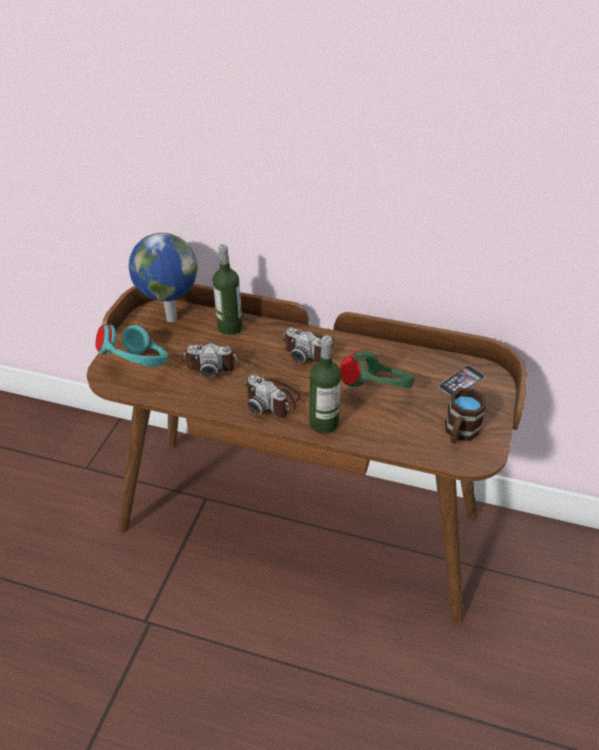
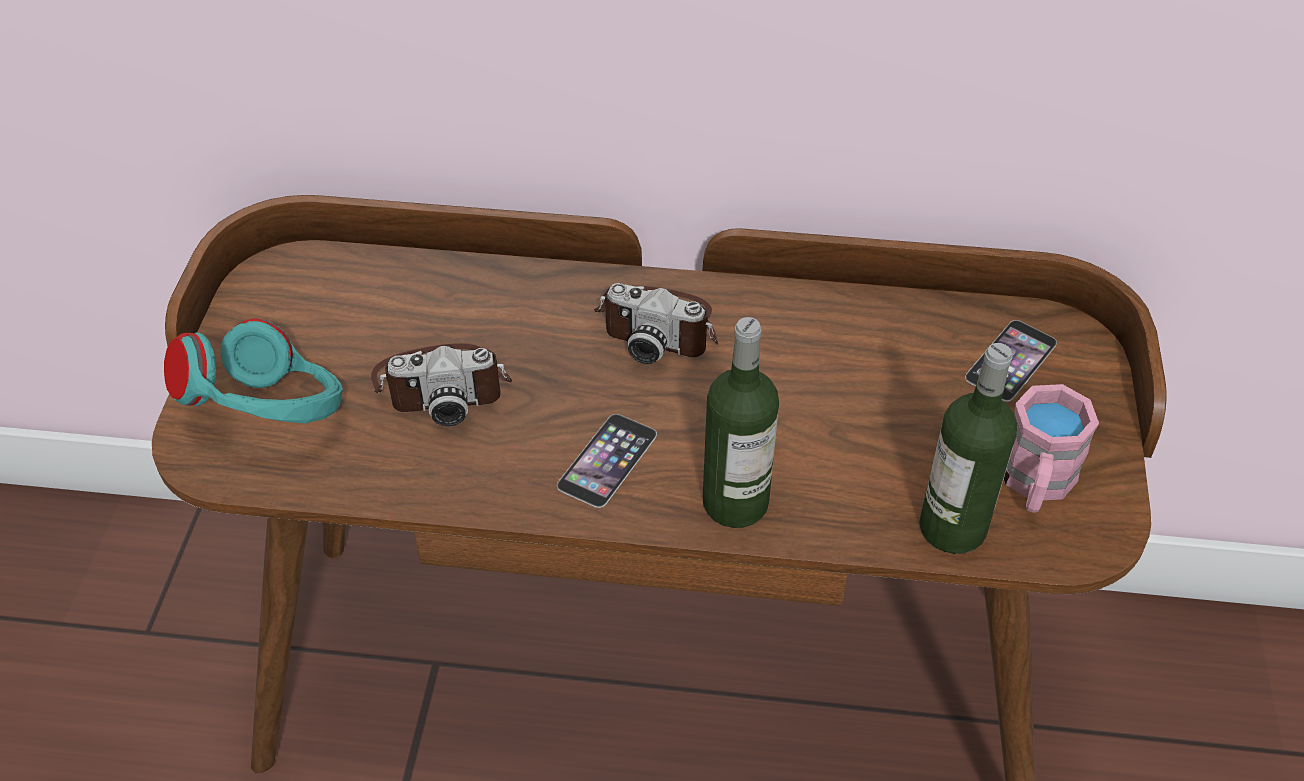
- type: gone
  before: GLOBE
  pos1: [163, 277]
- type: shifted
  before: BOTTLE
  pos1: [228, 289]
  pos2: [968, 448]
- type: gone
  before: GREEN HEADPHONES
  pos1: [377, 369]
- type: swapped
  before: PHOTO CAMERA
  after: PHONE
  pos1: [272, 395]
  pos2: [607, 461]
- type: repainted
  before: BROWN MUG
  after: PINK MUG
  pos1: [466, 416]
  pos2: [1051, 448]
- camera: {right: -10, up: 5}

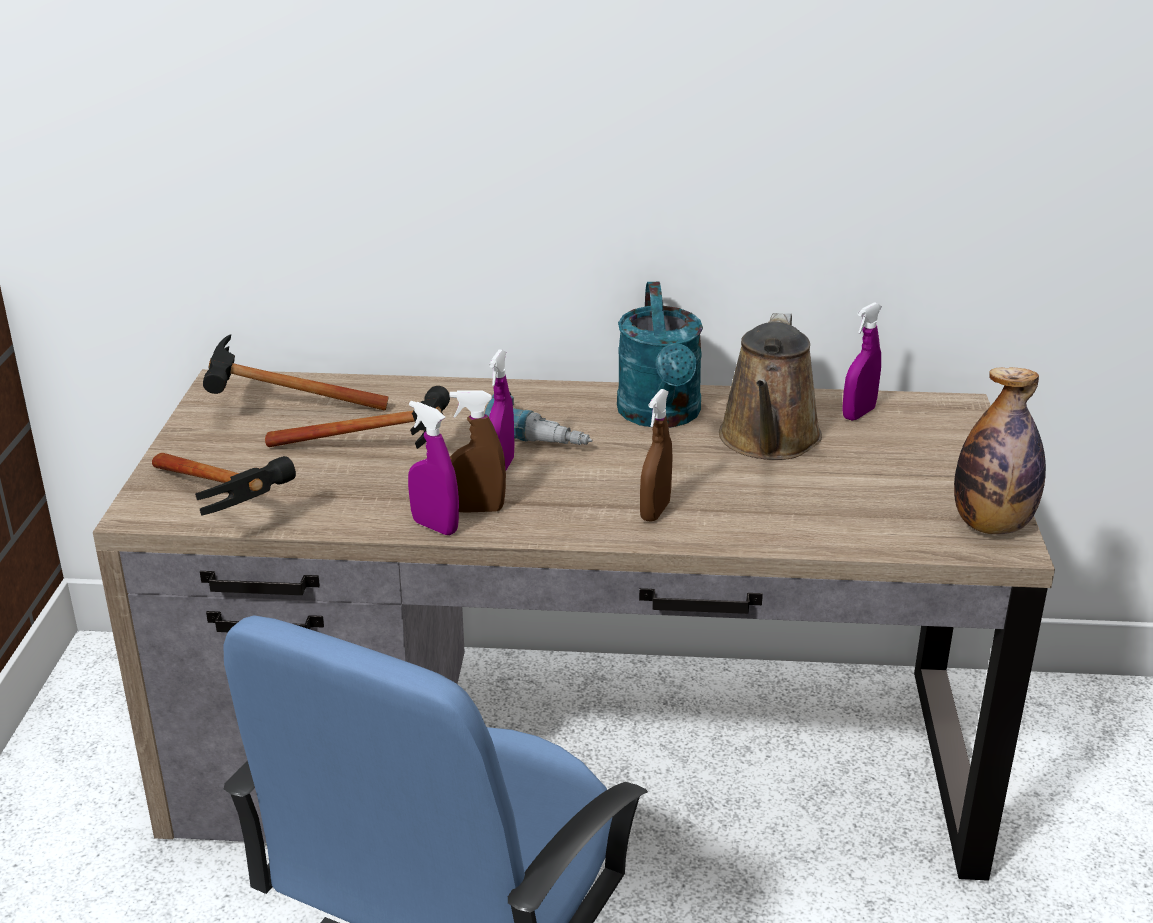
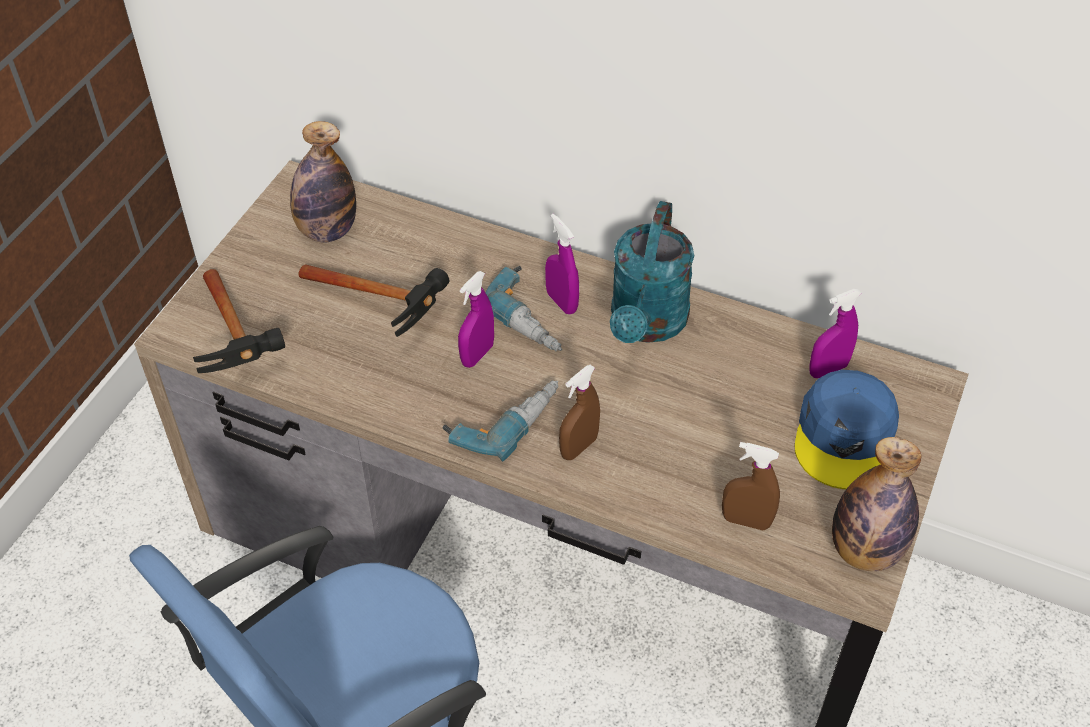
- type: gone
  before: BROWN WATERING CAN
  pos1: [770, 386]
- type: swapped
  before: HAMMER
  after: BOTTLE
  pos1: [296, 372]
  pos2: [323, 182]
- type: shifted
  before: BROWN SPRAY BOTTLE
  pos1: [478, 451]
  pos2: [751, 486]
- type: shifted
  before: PURPLE SPRAY BOTTLE
  pos1: [433, 468]
  pos2: [562, 264]
- type: new
  after: BLUE CAP
  pos2: [847, 429]
- type: new
  after: POWER DRILL
  pos2: [501, 421]
- camera: {right: 20, up: 20}

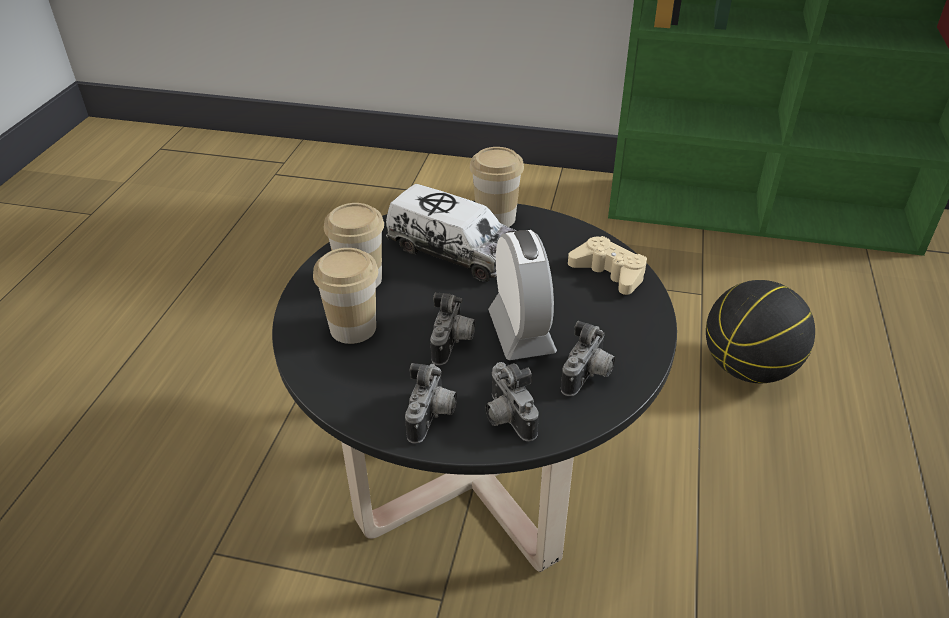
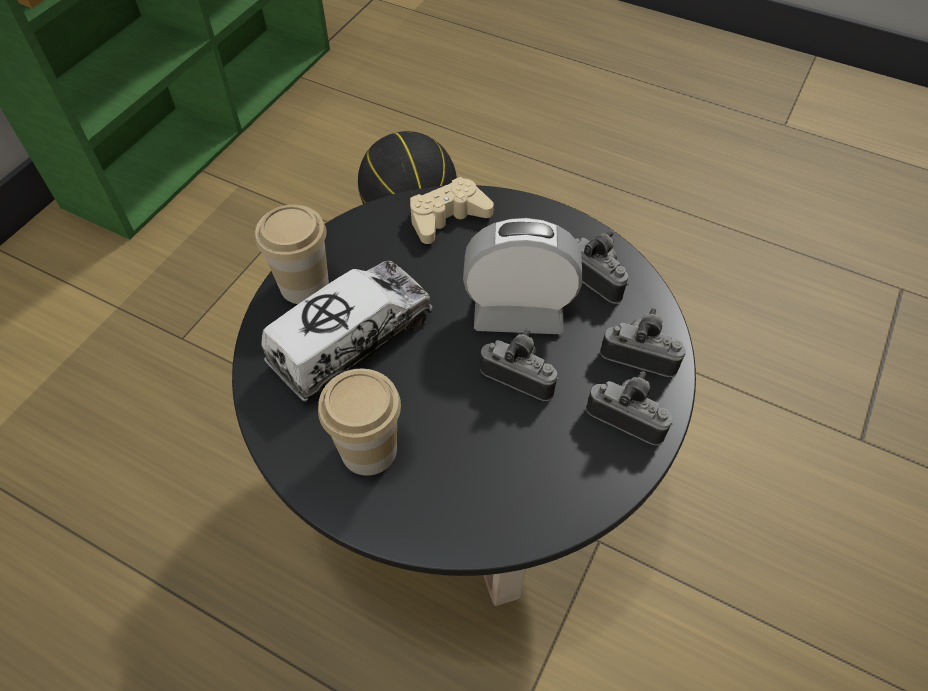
- type: gone
  before: CUP
  pos1: [345, 296]
- type: rotated
  before: PHOTO CAMERA
  pos1: [512, 401]
  pos2: [643, 342]
  turn: -150
- camera: {right: -75, up: 15}

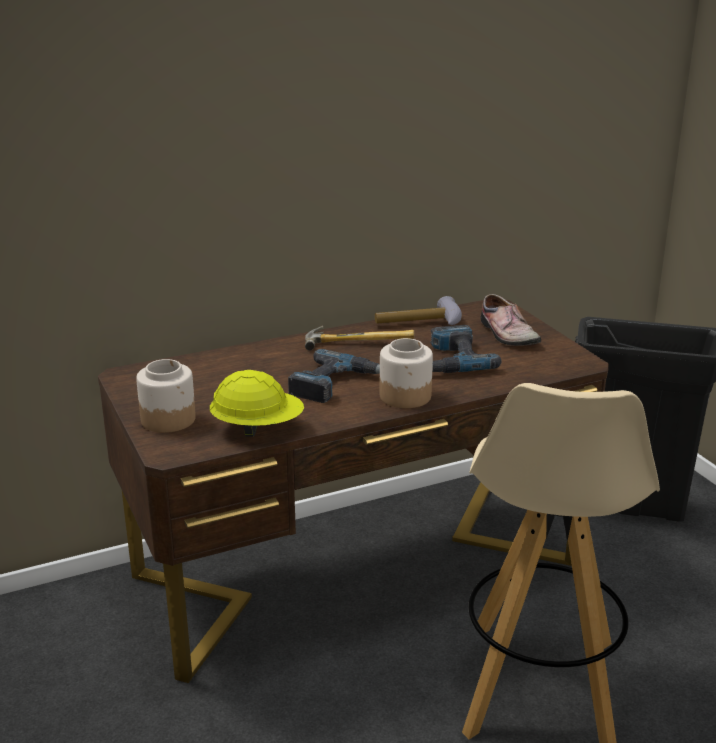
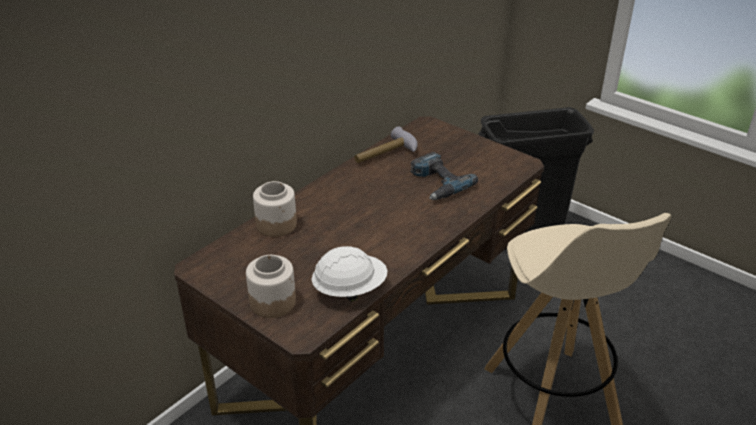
- type: gone
  before: SHOE
  pos1: [510, 320]
- type: gone
  before: HAMMER
  pos1: [360, 338]
- type: shifted
  before: JAR
  pos1: [406, 373]
  pos2: [275, 209]
- type: gone
  before: POWER DRILL
  pos1: [334, 376]
- type: repainted
  before: YELLOW HARD HAT
  after: WHITE HARD HAT
  pos1: [257, 403]
  pos2: [349, 274]
- camera: {right: -25, up: 10}

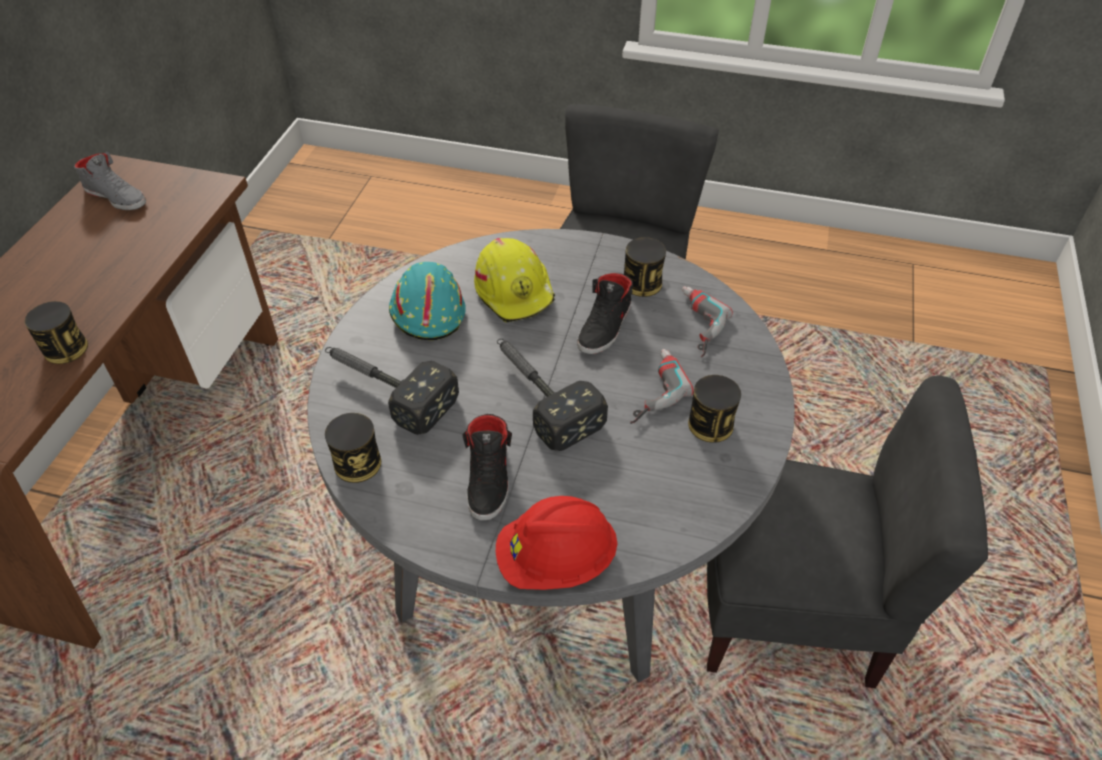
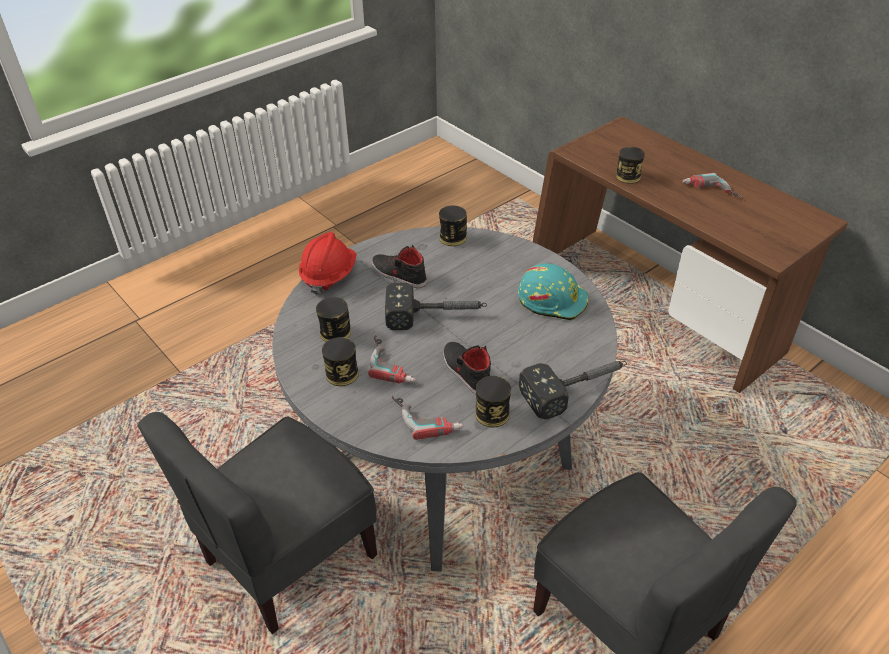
- type: gone
  before: GREY SHOE
  pos1: [110, 181]
- type: gone
  before: YELLOW HARD HAT
  pos1: [514, 280]
- type: shifted
  before: HAMMER
  pos1: [392, 391]
  pos2: [573, 390]
- type: new
  after: POWER DRILL
  pos2: [712, 185]
- type: new
  after: CAN
  pos2: [333, 319]
- camera: {right: 125, up: -5}

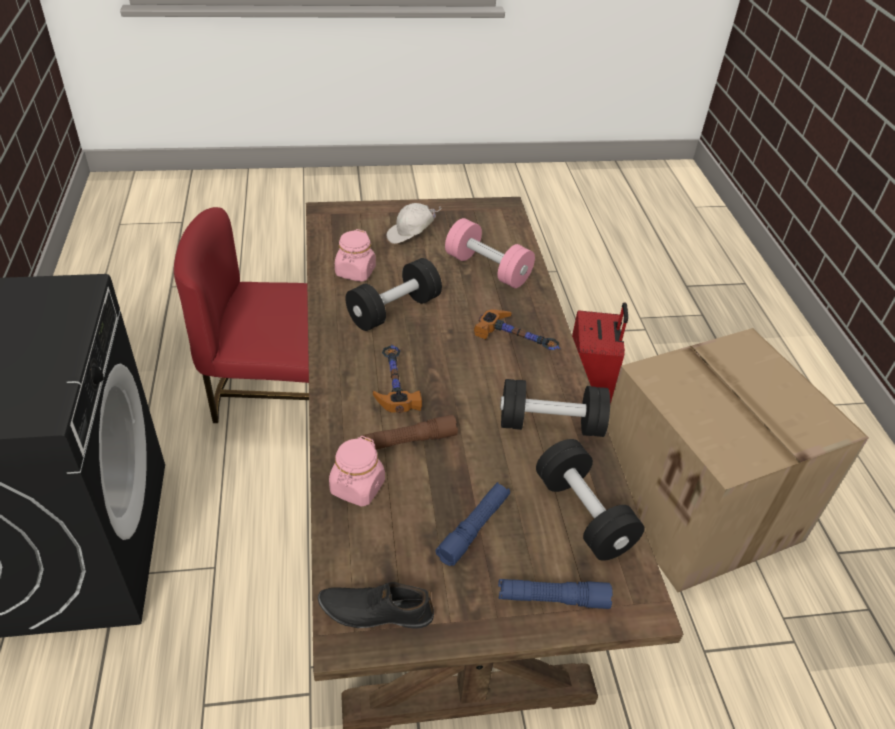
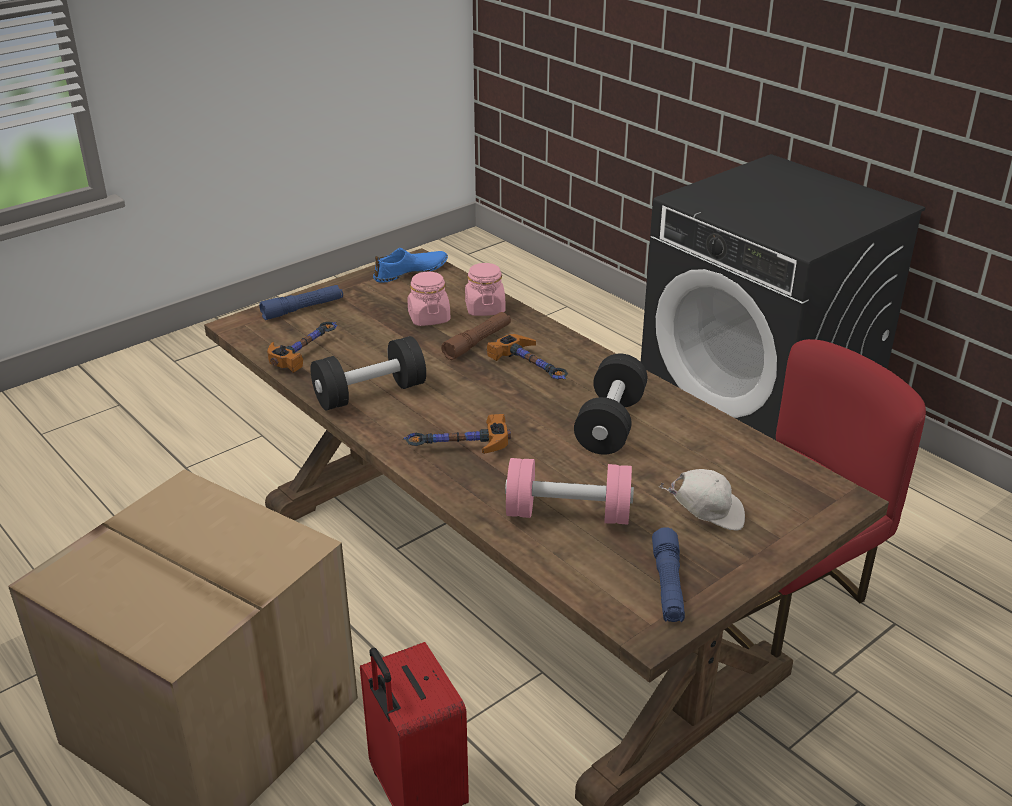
- type: rotated
  before: WHITE CAP
  pos1: [414, 223]
  pos2: [702, 500]
  turn: 60
- type: shifted
  before: PINK JAR
  pos1: [355, 255]
  pos2: [428, 299]
- type: swapped
  before: BLACK DUMBBELL
  after: HAMMER
  pos1: [590, 500]
  pos2: [302, 347]
- type: shifted
  before: BLUE FLASHLIGHT
  pos1: [473, 524]
  pos2: [668, 574]
- type: repainted
  before: BLACK SHOE
  after: BLUE SHOE
  pos1: [376, 605]
  pos2: [410, 265]
- camera: {right: 150, up: -10}

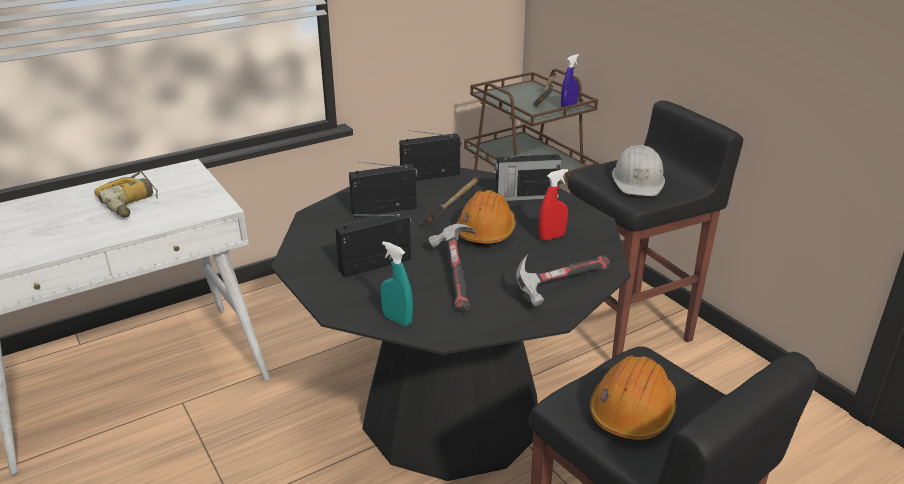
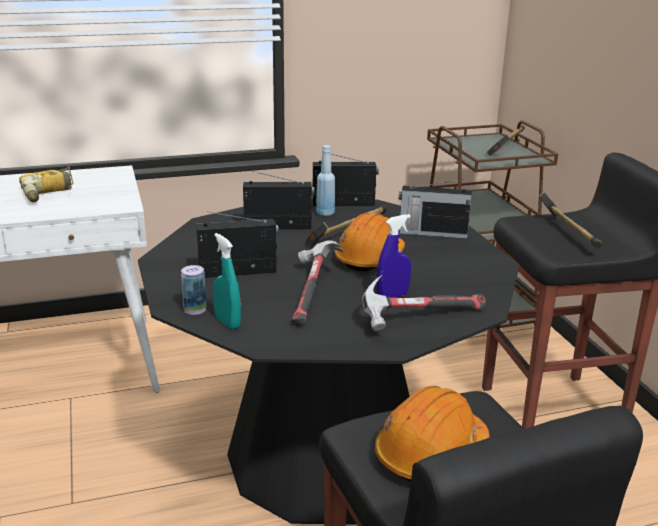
- type: shifted
  before: BLUE SPRAY BOTTLE
  pos1: [570, 81]
  pos2: [394, 256]
- type: swapped
  before: WHITE HARD HAT
  after: HAMMER
  pos1: [638, 170]
  pos2: [570, 220]
- type: gone
  before: RED SPRAY BOTTLE
  pos1: [553, 205]
- type: new
  after: BLUE BOTTLE
  pos2: [325, 180]
- type: new
  after: CAN
  pos2: [194, 290]
- camera: {right: 15, up: -5}

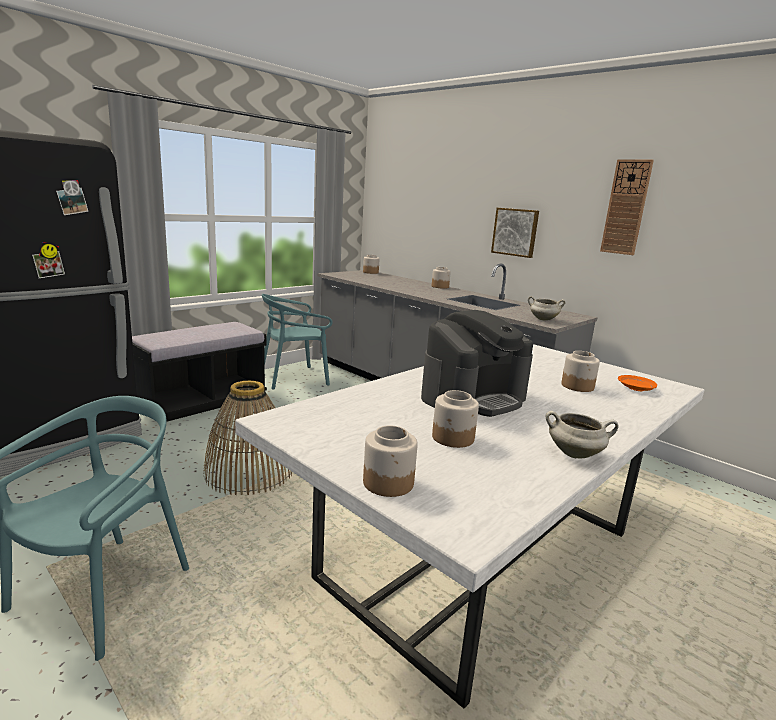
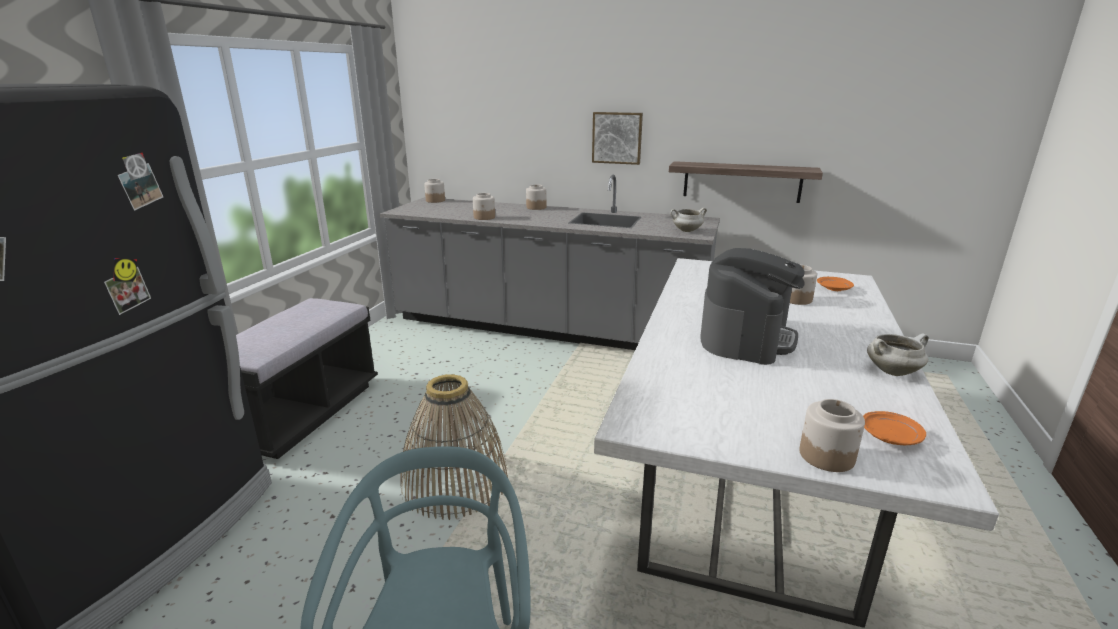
- type: gone
  before: WALL CLOCK
  pos1: [627, 207]
- type: gone
  before: TURQUOISE CHAIR
  pos1: [297, 342]
- type: shifted
  before: JAR
  pos1: [455, 419]
  pos2: [484, 206]
- type: new
  after: SHELF
  pos2: [746, 182]
- type: new
  after: ORANGE PLATE
  pos2: [894, 428]
- camera: {right: -25, up: 5}

